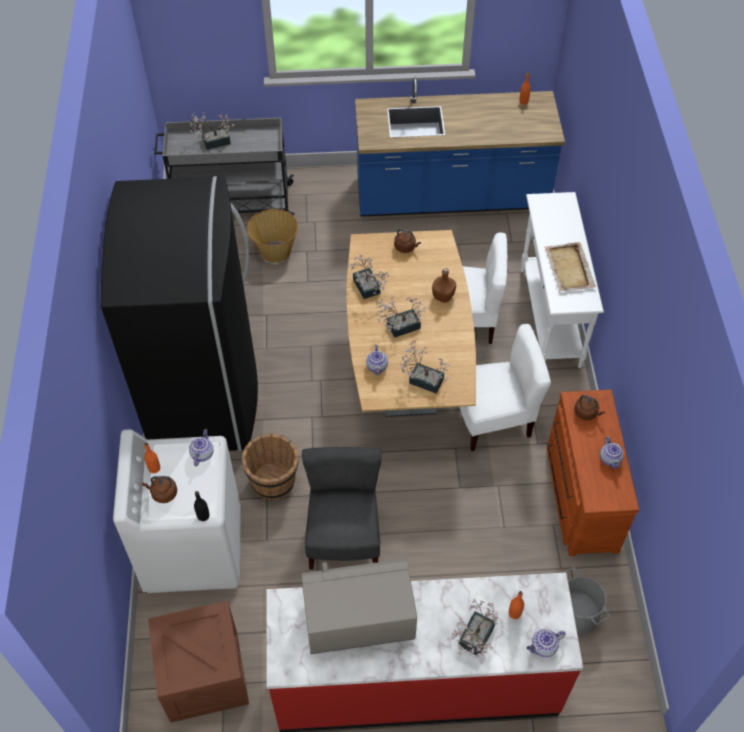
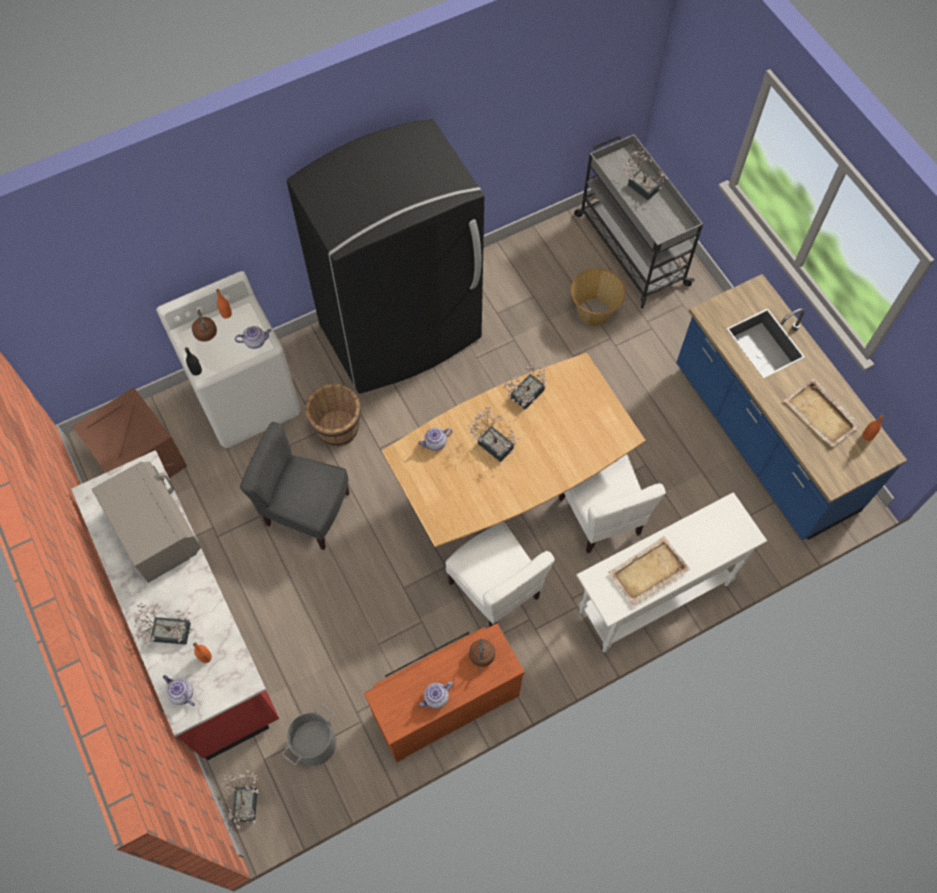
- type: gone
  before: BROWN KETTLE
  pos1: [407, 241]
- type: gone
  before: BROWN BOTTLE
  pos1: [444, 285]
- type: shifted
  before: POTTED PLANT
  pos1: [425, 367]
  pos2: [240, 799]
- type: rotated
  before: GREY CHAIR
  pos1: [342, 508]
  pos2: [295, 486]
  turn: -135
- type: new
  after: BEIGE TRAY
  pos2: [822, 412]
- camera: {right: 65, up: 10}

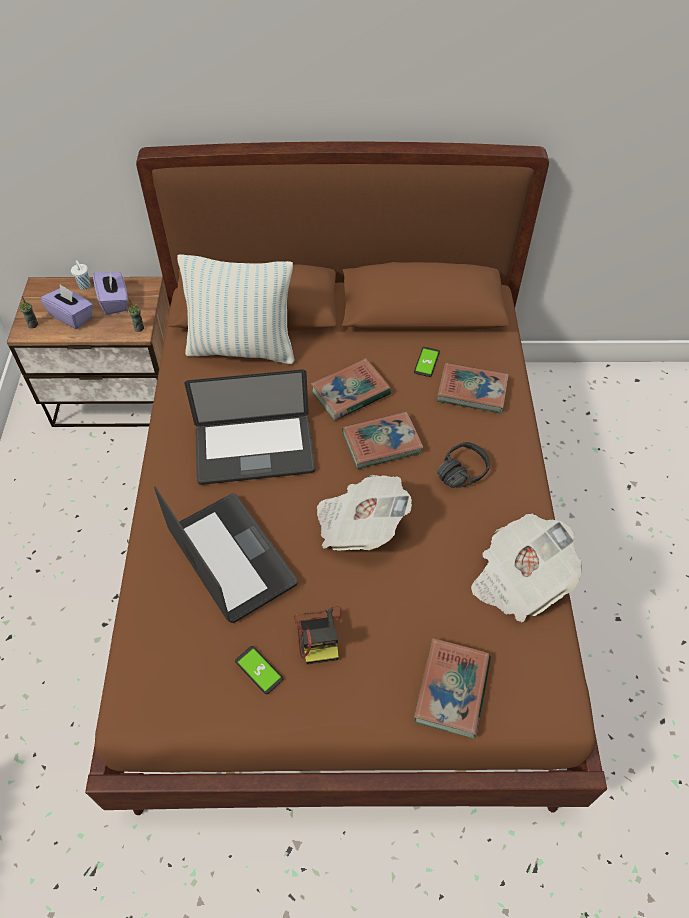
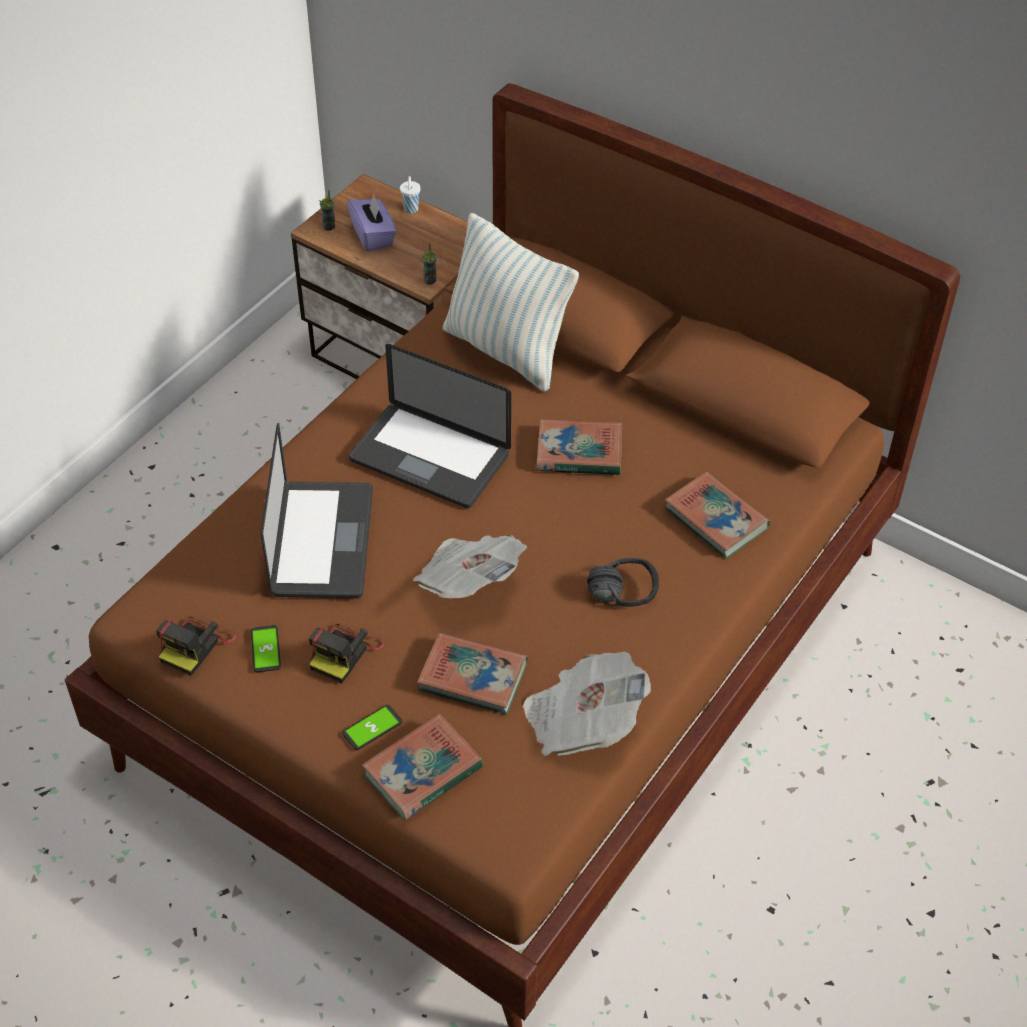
- type: gone
  before: PURPLE TISSUE BOX
  pos1: [110, 292]
- type: shifted
  before: PHONE
  pos1: [427, 362]
  pos2: [372, 727]
- type: shifted
  before: BOOK
  pos1: [382, 440]
  pos2: [472, 673]
- type: new
  after: PHOTO CAMERA
  pos2: [196, 646]
- camera: {right: 35, up: -5}

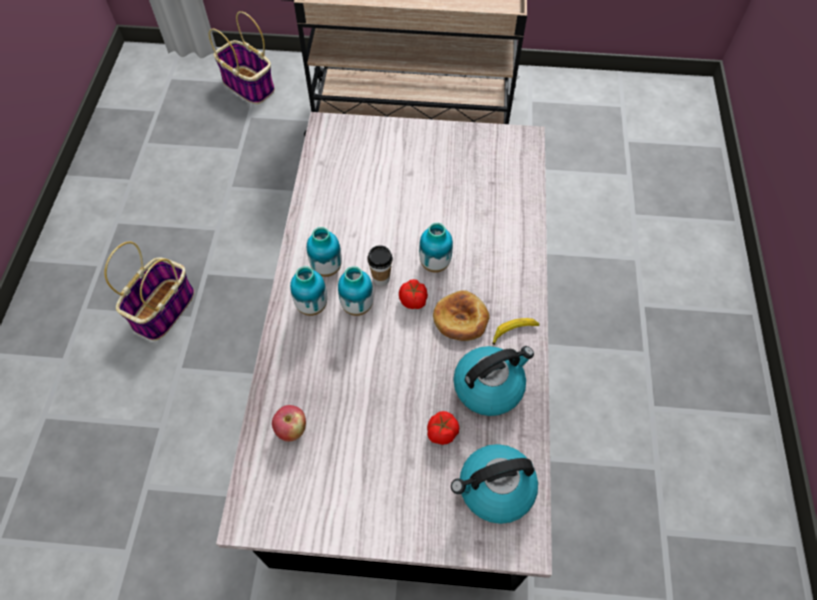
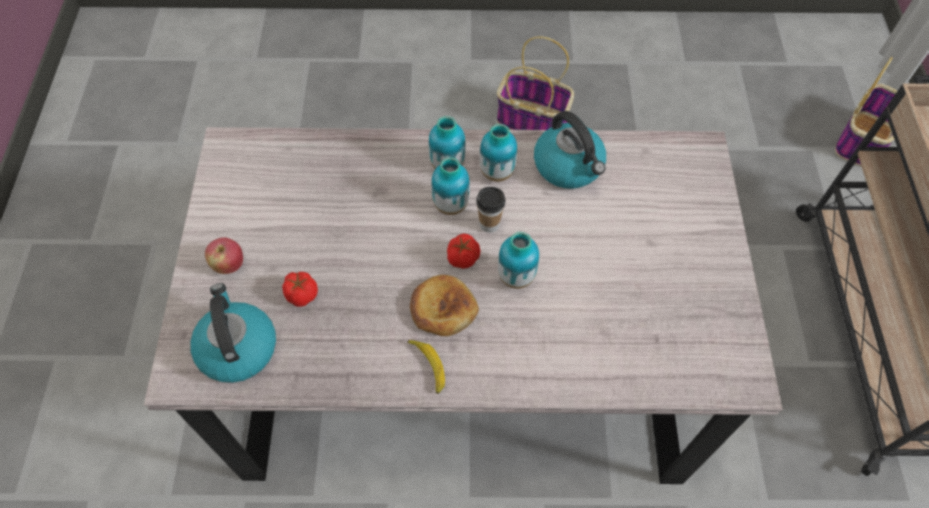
- type: shifted
  before: KETTLE
  pos1: [493, 381]
  pos2: [570, 150]
- type: shifted
  before: APPLE
  pos1: [289, 423]
  pos2: [224, 255]
- camera: {right: 85, up: 0}

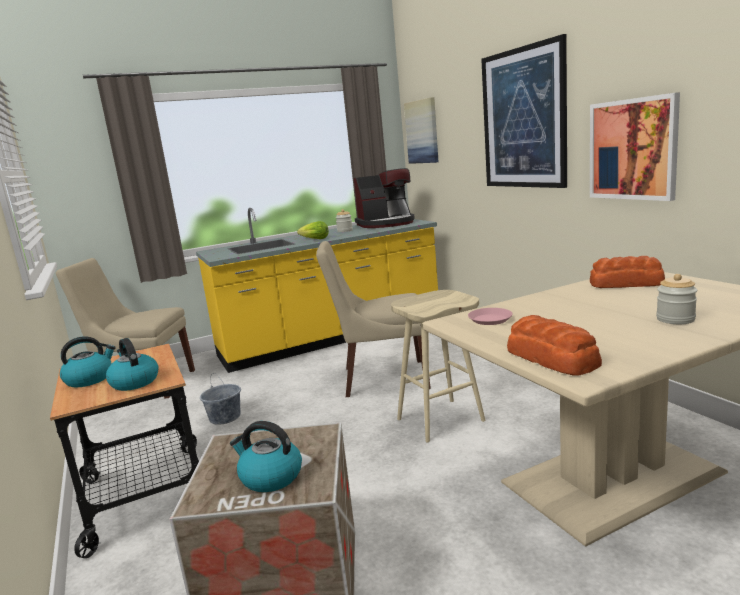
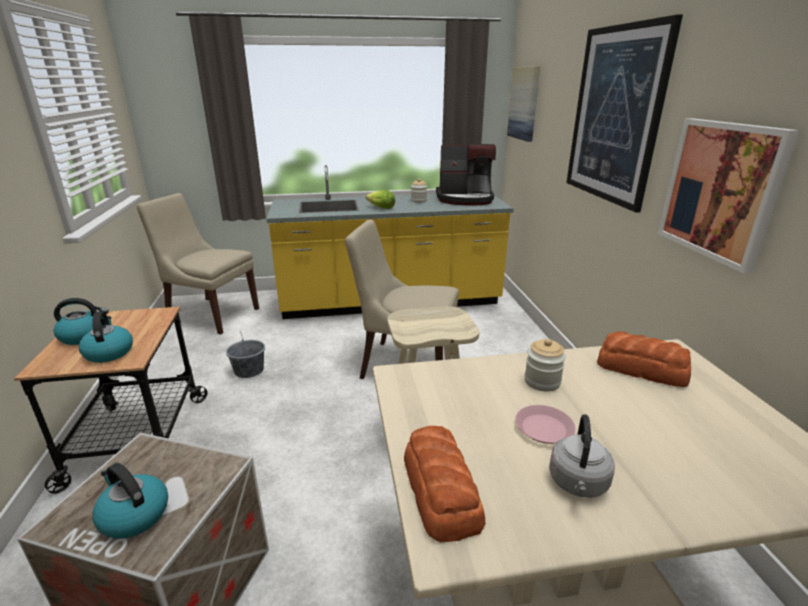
- type: shifted
  before: JAR
  pos1: [676, 299]
  pos2: [545, 365]
- type: shifted
  before: PINK PLATE
  pos1: [490, 316]
  pos2: [545, 424]
- type: new
  after: GREY KETTLE
  pos2: [582, 456]
- camera: {right: 15, up: 10}

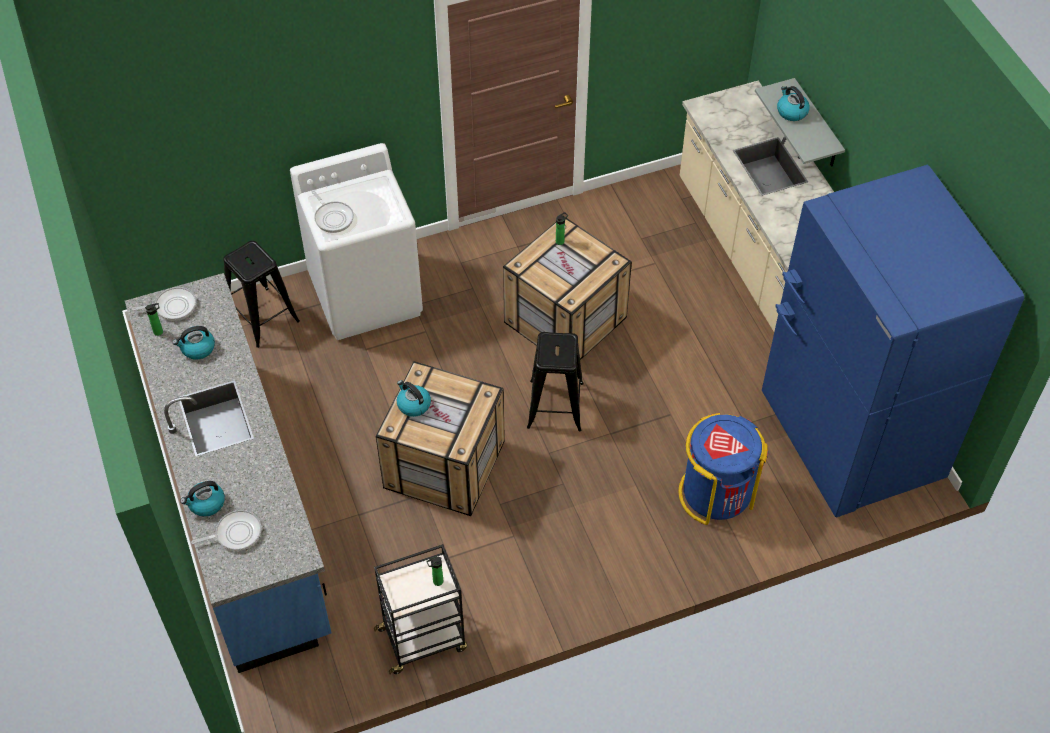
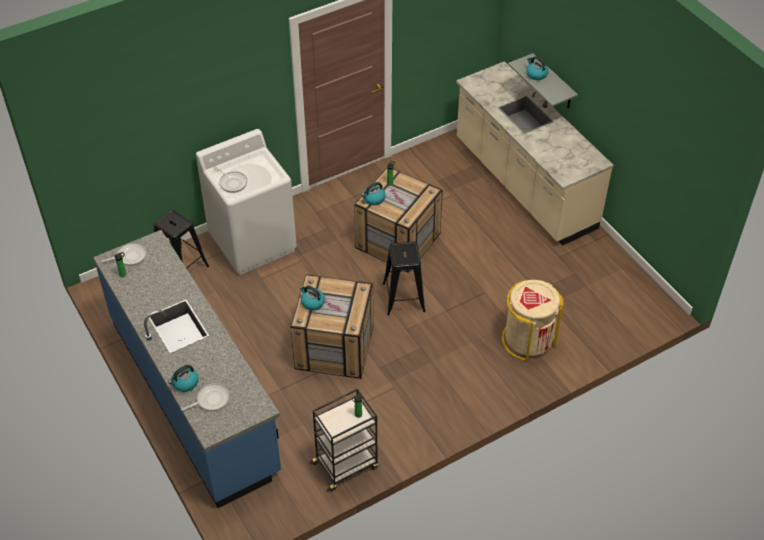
- type: gone
  before: BLUE FRIDGE
  pos1: [893, 341]
- type: shifted
  before: KETTLE
  pos1: [194, 343]
  pos2: [373, 193]
- type: repainted
  before: BLUE TRASH CAN
  after: BEIGE TRASH CAN
  pos1: [723, 469]
  pos2: [533, 320]
- camera: {right: -10, up: -5}

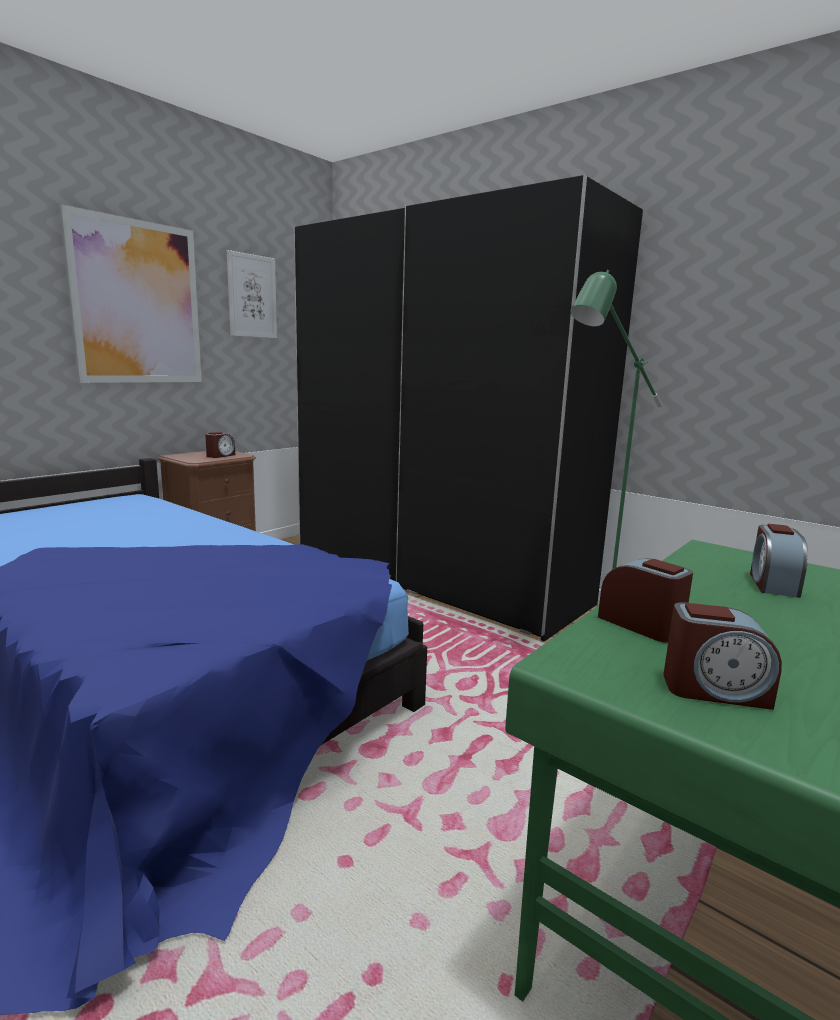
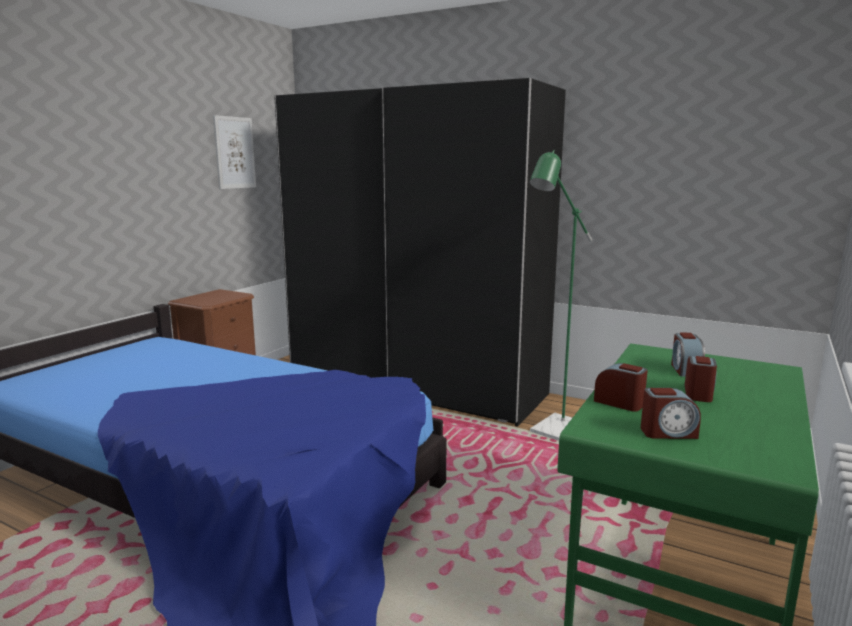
- type: gone
  before: PICTURE
  pos1: [130, 293]
- type: shifted
  before: ALARM CLOCK
  pos1: [220, 445]
  pos2: [701, 379]
- camera: {right: -10, up: 0}

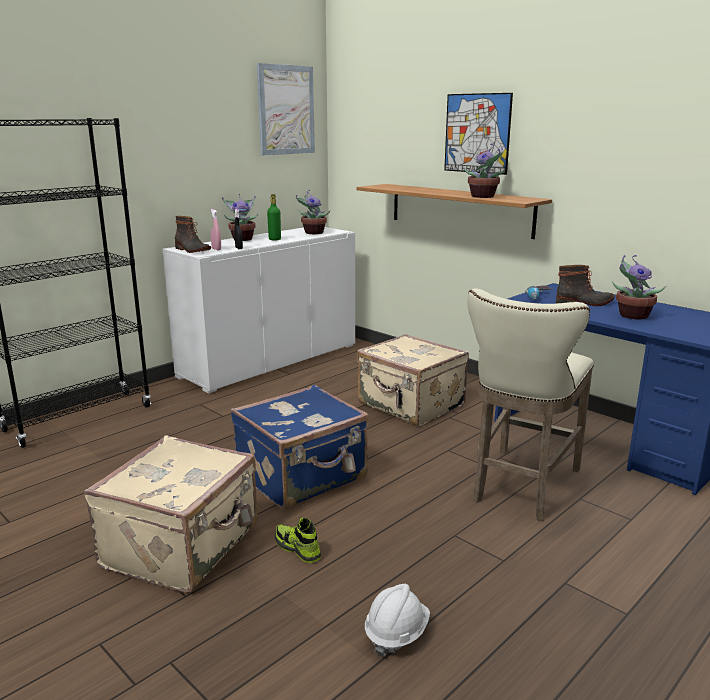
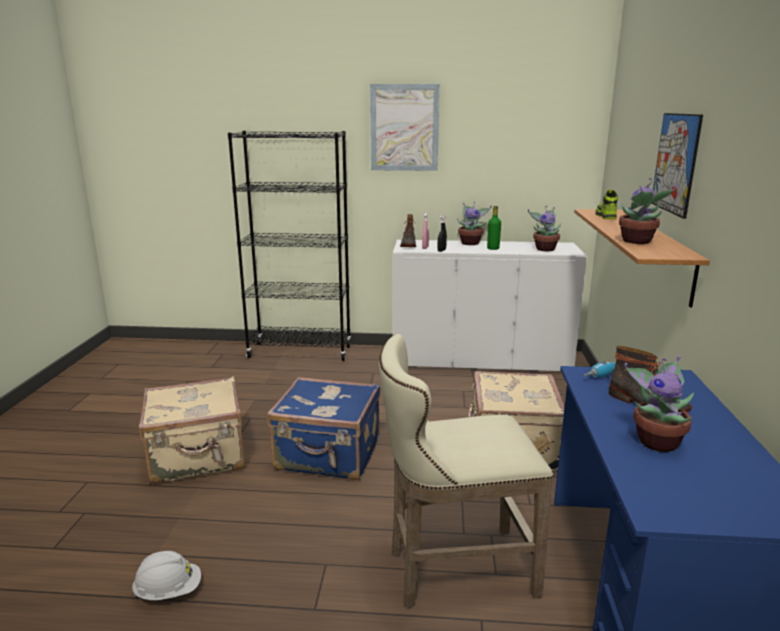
- type: shifted
  before: PICTURE
  pos1: [286, 109]
  pos2: [405, 127]
- type: shifted
  before: SHOE
  pos1: [298, 540]
  pos2: [606, 205]
- camera: {right: 50, up: 0}

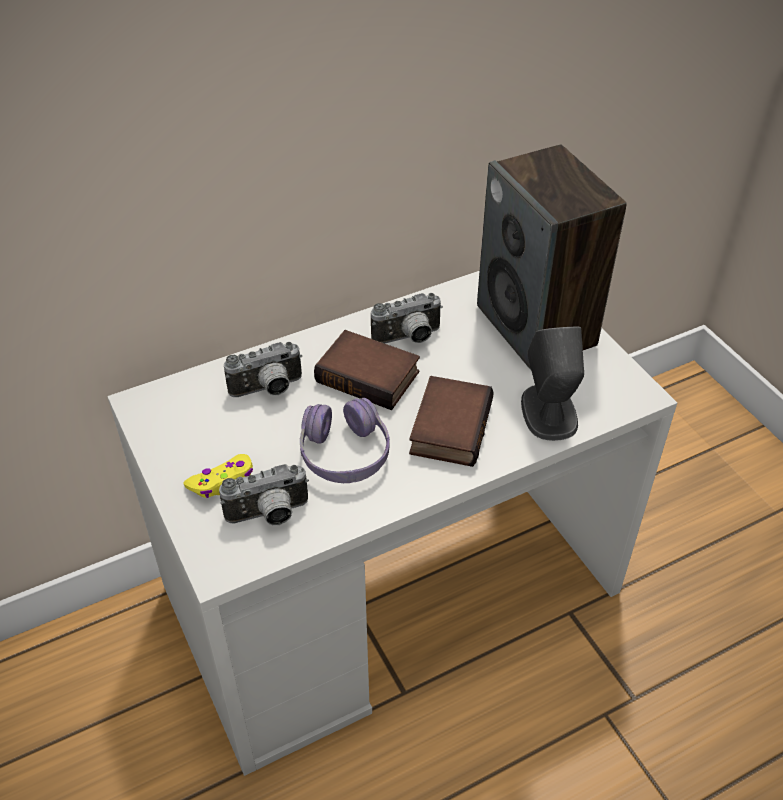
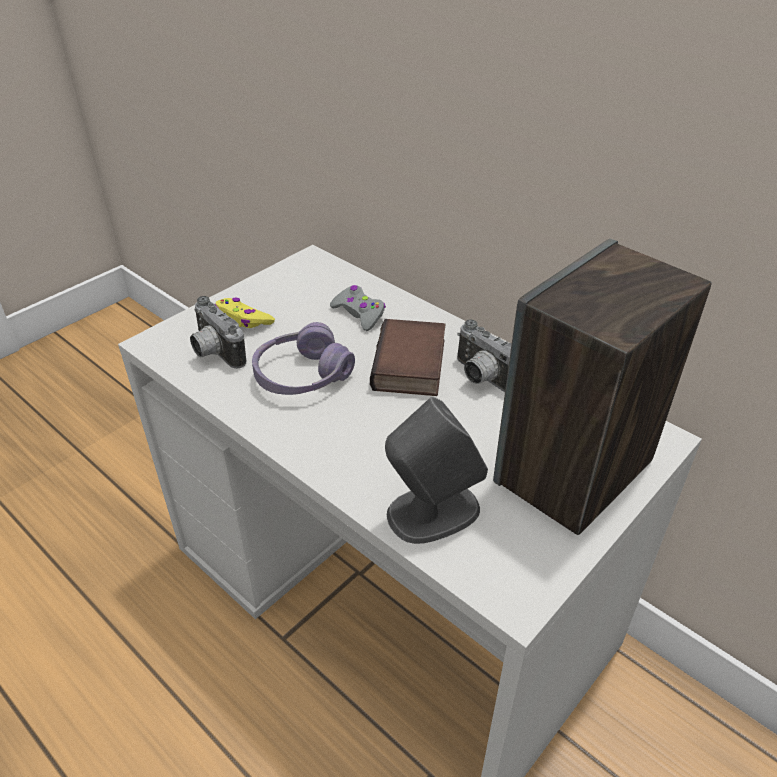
- type: swapped
  before: PHOTO CAMERA
  after: GREY GAME CONTROLLER
  pos1: [263, 369]
  pos2: [358, 308]
- type: gone
  before: BOOK
  pos1: [451, 421]
- camera: {right: 70, up: -5}

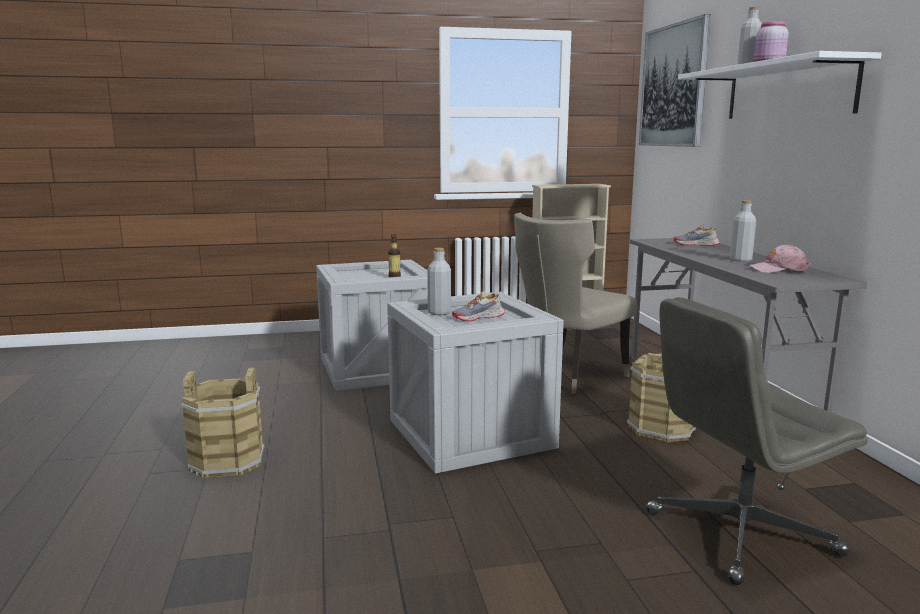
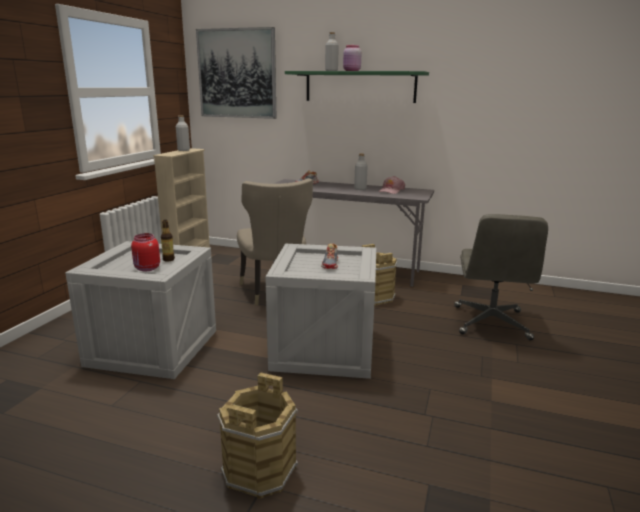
- type: repainted
  before: WHITE SHELF
  after: GREEN SHELF
  pos1: [780, 85]
  pos2: [357, 87]
- type: shifted
  before: GREY BOTTLE
  pos1: [439, 281]
  pos2: [183, 133]
- type: new
  after: RED JAR
  pos2: [145, 252]
- camera: {right: -60, up: 5}

